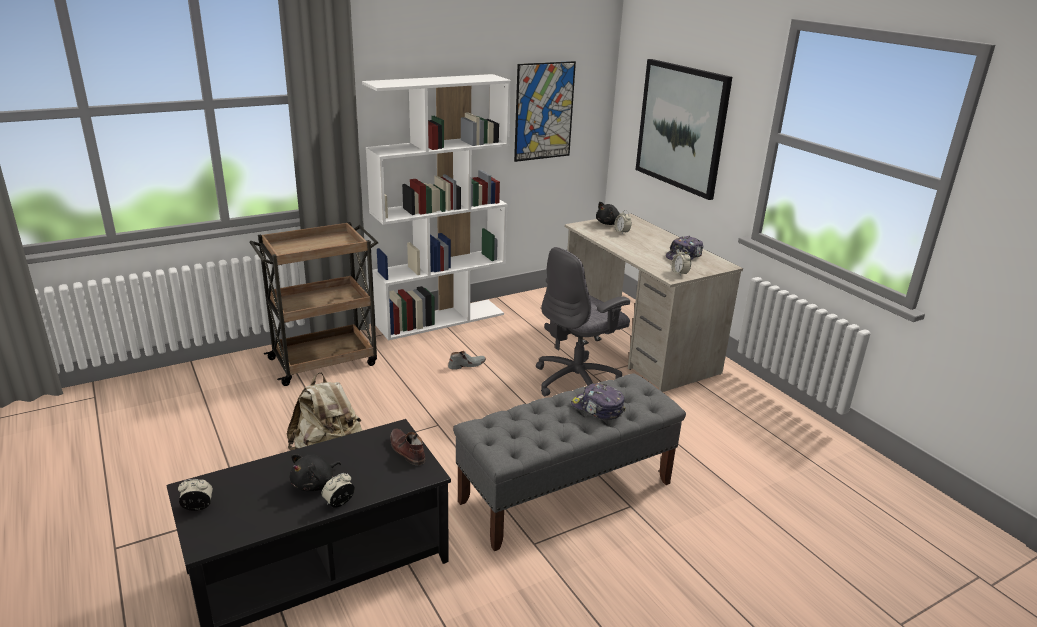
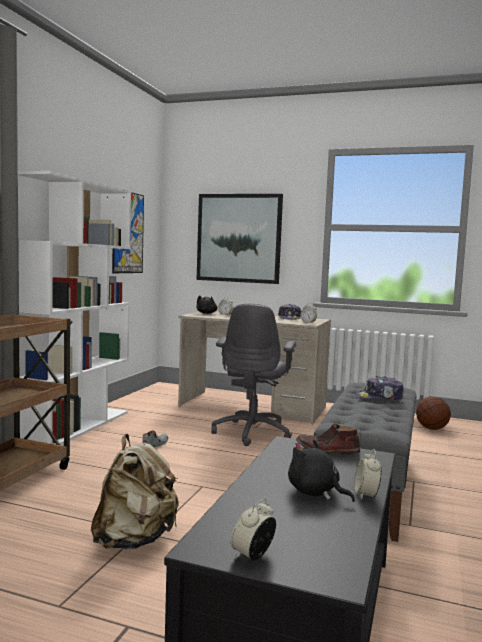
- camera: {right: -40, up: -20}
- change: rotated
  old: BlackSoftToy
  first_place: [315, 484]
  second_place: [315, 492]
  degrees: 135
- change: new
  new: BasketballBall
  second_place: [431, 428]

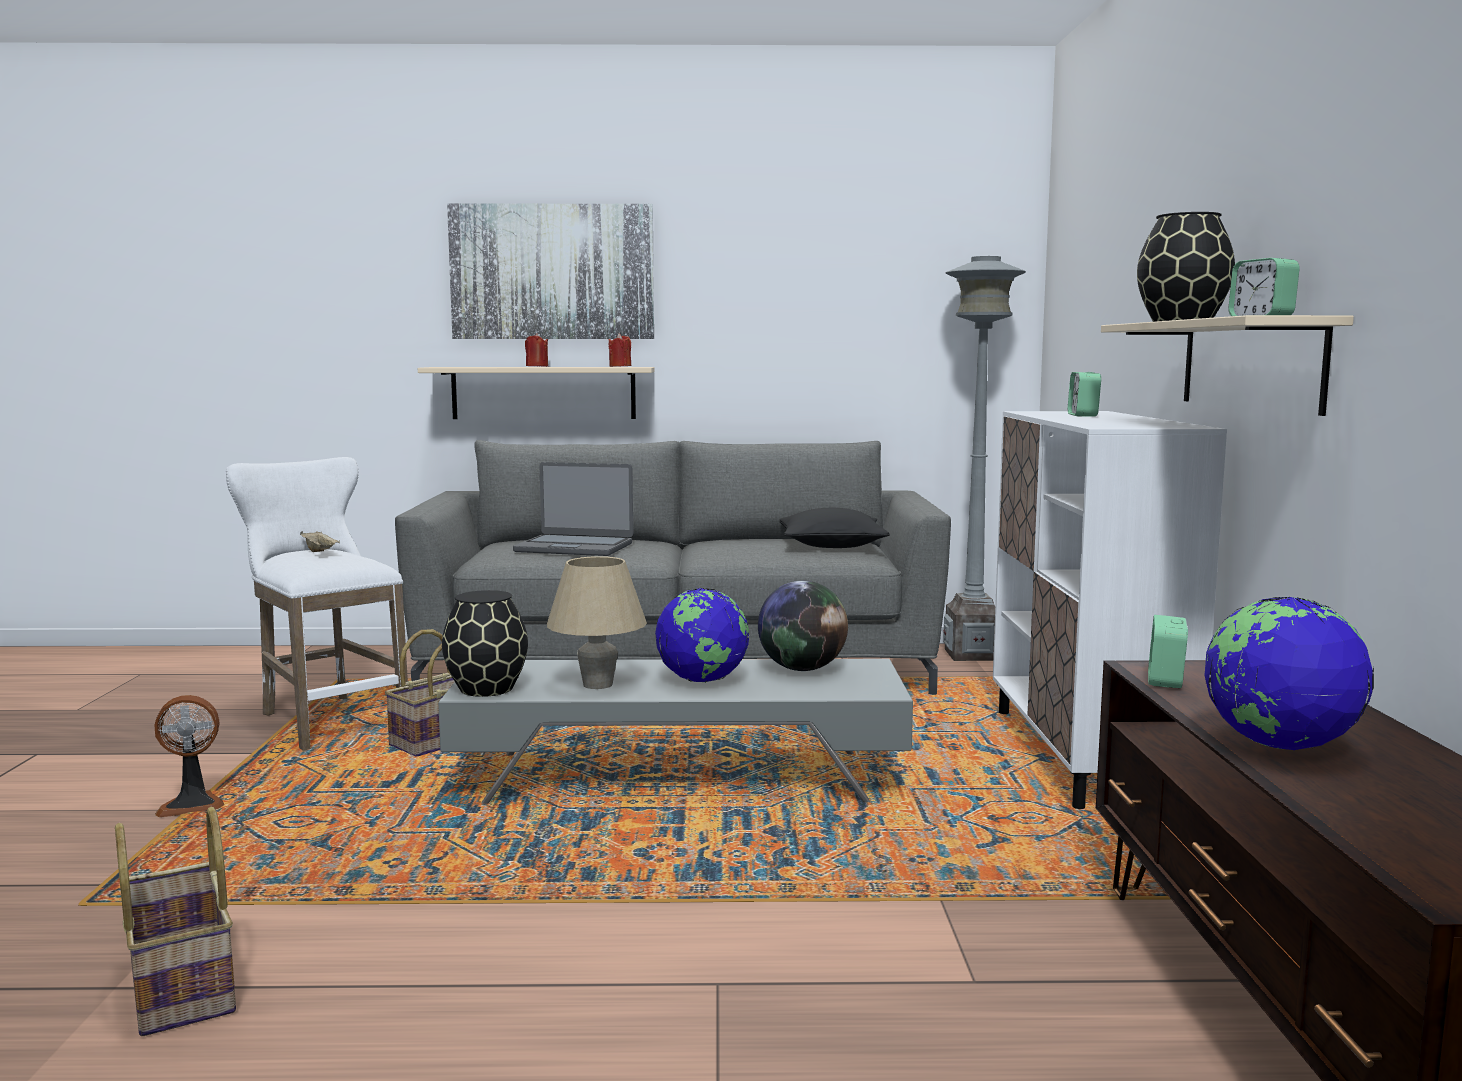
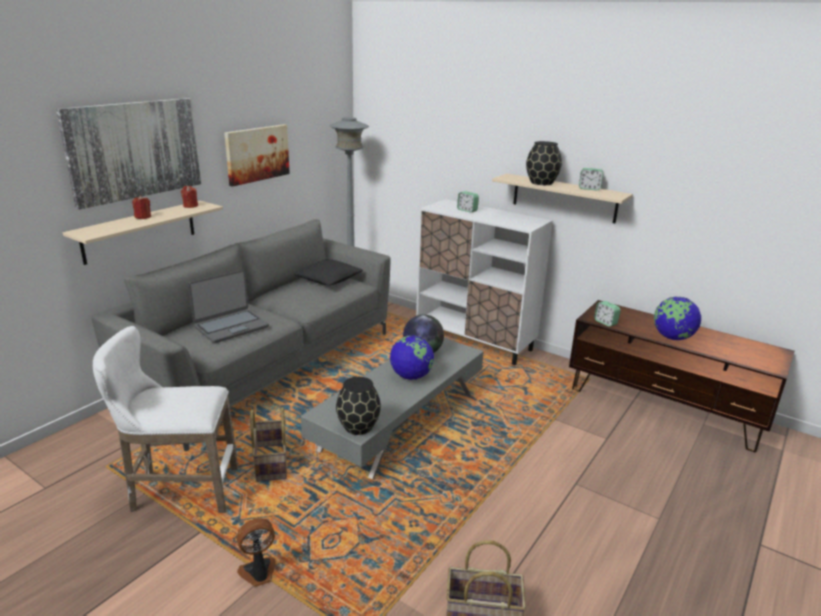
- camera: {right: -55, up: 15}
- change: rotated
  old: Fan
  first_place: [193, 804]
  second_place: [259, 573]
  degrees: -135
- change: gone
  old: SandColouredCarryingTray
  first_place: [320, 552]
- change: gone
  old: SandColouredLampForATable
  first_place: [597, 684]
- change: new
  new: WallPicture
  second_place: [257, 154]

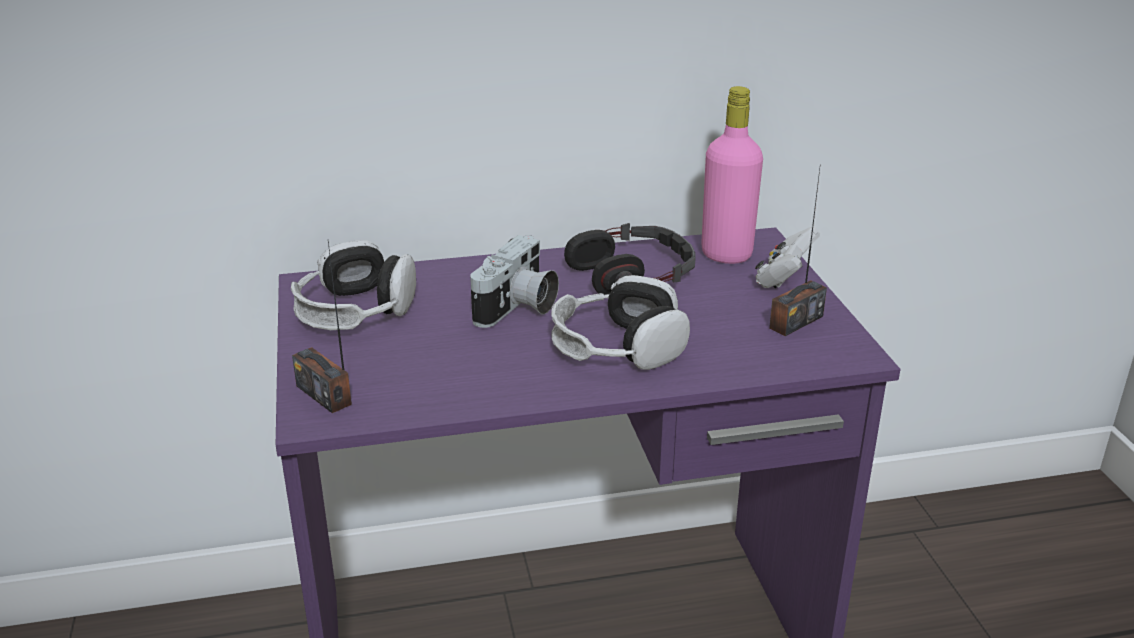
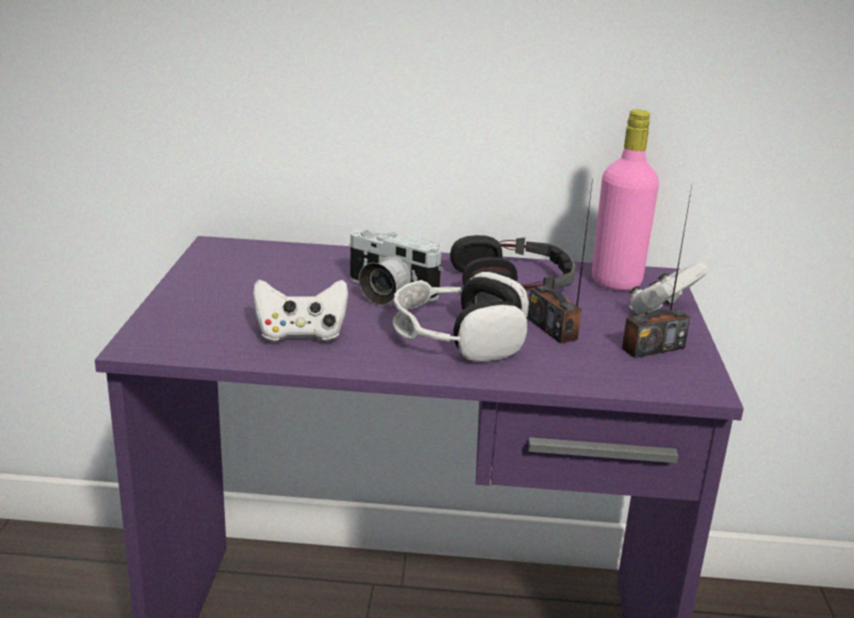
- camera: {right: 15, up: -5}
- change: gone
  old: Headphones
  first_place: [356, 311]
- change: shifted
  old: RadioReceiver
  first_place: [324, 395]
  second_place: [552, 328]
- change: rotated
  old: StillCamera
  first_place: [518, 308]
  second_place: [386, 293]
  degrees: 75
- change: new
  new: WhitishJoypad
  second_place: [301, 335]

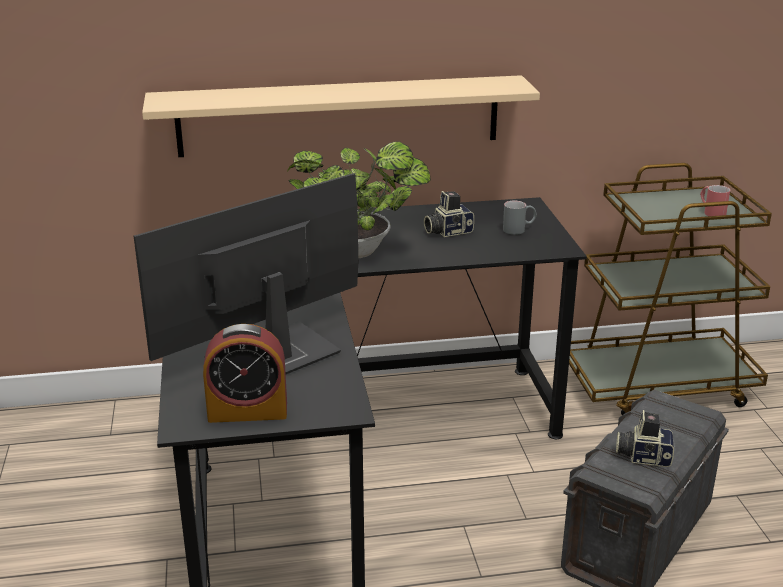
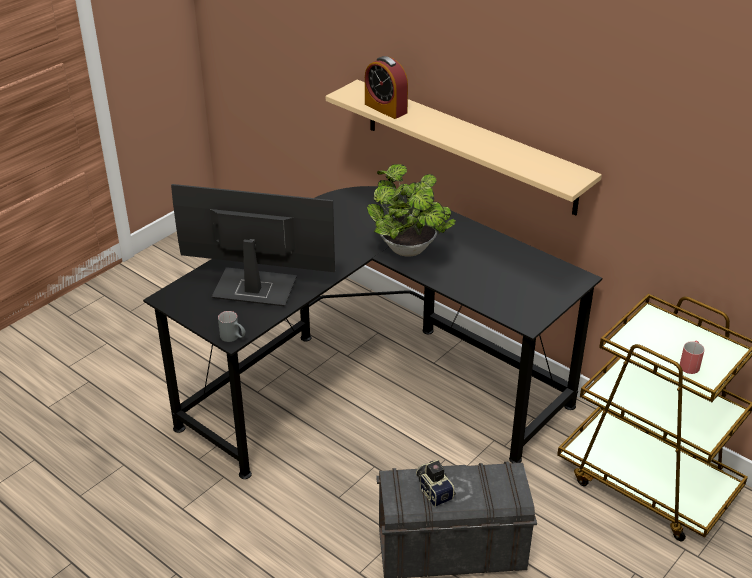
- camera: {right: 50, up: 10}
- change: shifted
  old: AlarmClock
  first_place: [248, 411]
  second_place: [386, 108]
- change: gone
  old: StillCamera
  first_place: [447, 231]
- change: shifted
  old: GreyCoffeeMug
  first_place: [519, 229]
  second_place: [233, 337]

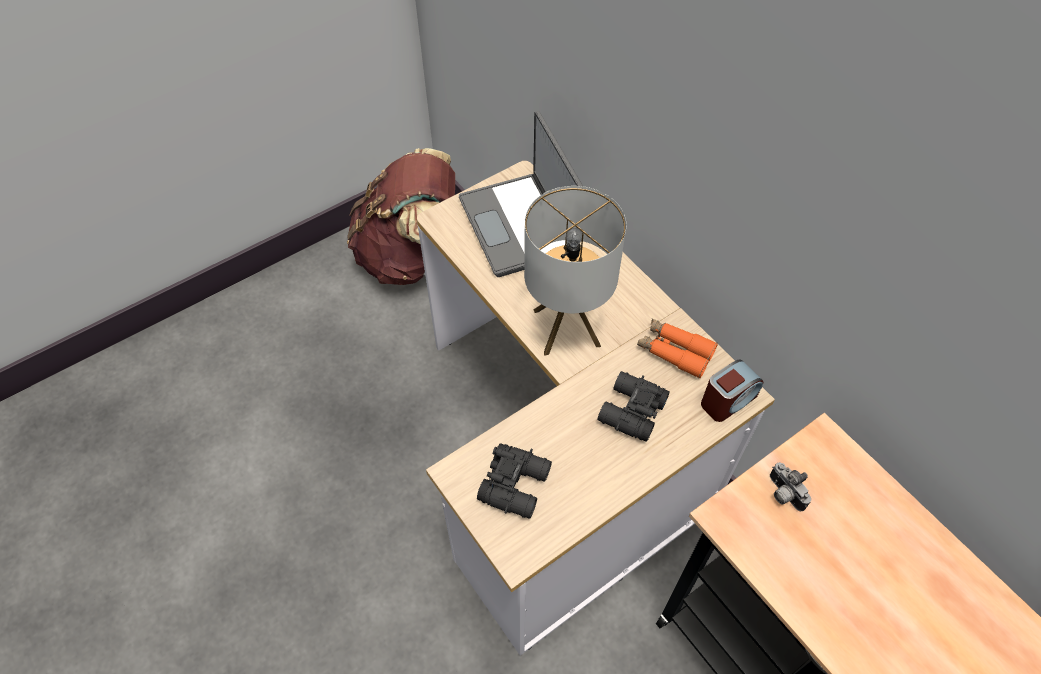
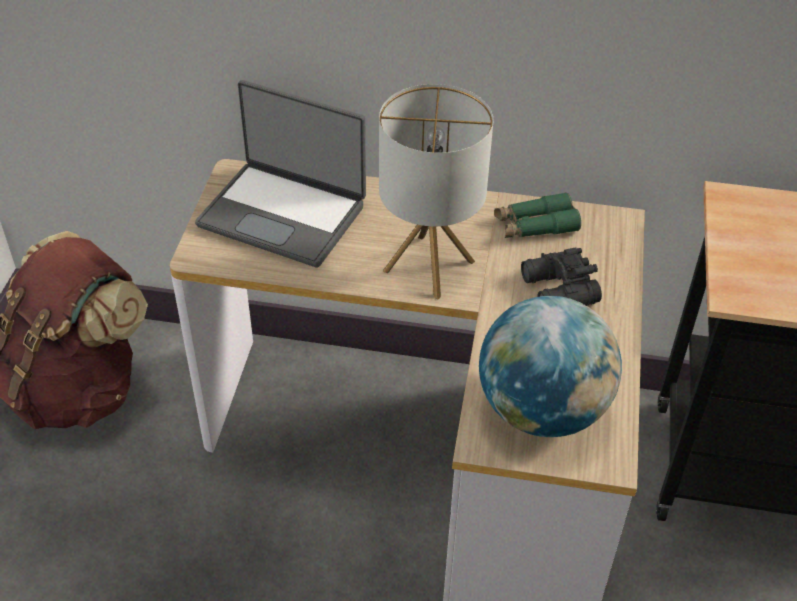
- camera: {right: -45, up: -10}
- change: swapped
  old: BlackPairOfBinoculars
  new: DeskGlobe
  first_place: [517, 484]
  second_place: [542, 410]
- change: repainted
  old: OrangeyPairOfBinoculars
  new: GreenPairOfBinoculars
  first_place: [674, 351]
  second_place: [535, 225]
- change: gone
  old: AlarmClock
  first_place: [727, 400]
- change: gone
  old: StillCamera
  first_place: [783, 494]

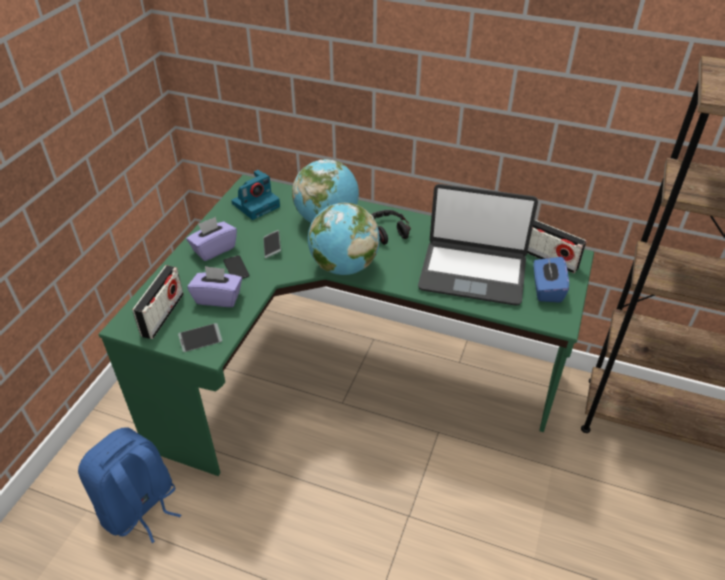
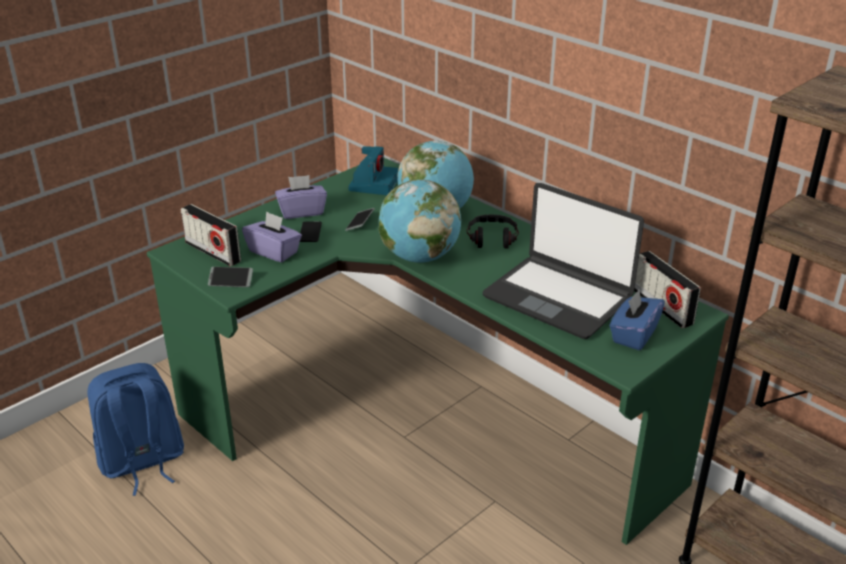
- camera: {right: 25, up: -10}
- change: rotated
  old: RadioReceiver
  first_place: [163, 315]
  second_place: [213, 252]
  degrees: 90
- change: rotated
  old: StillCamera
  first_place: [256, 204]
  second_place: [373, 184]
  degrees: -60

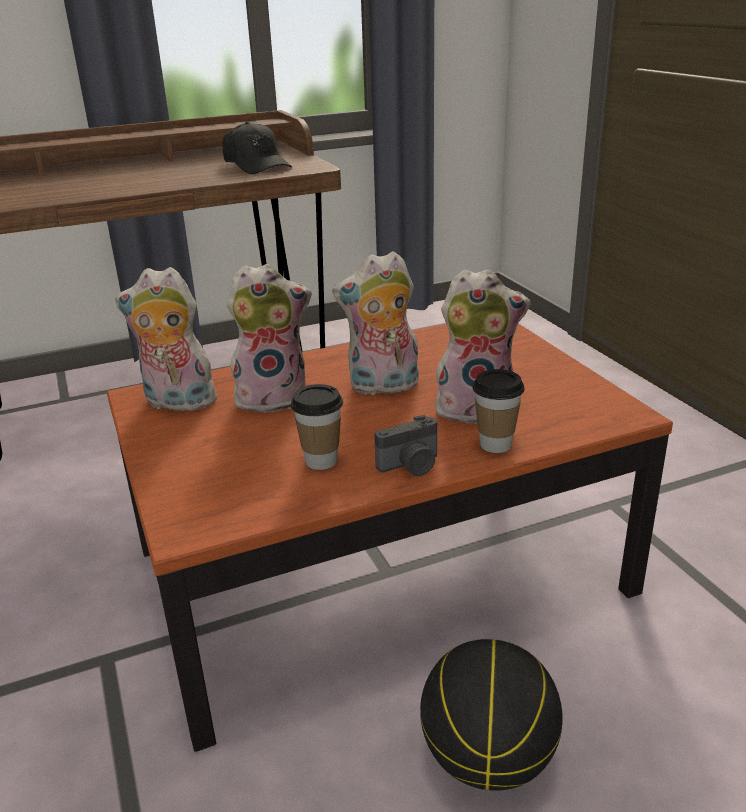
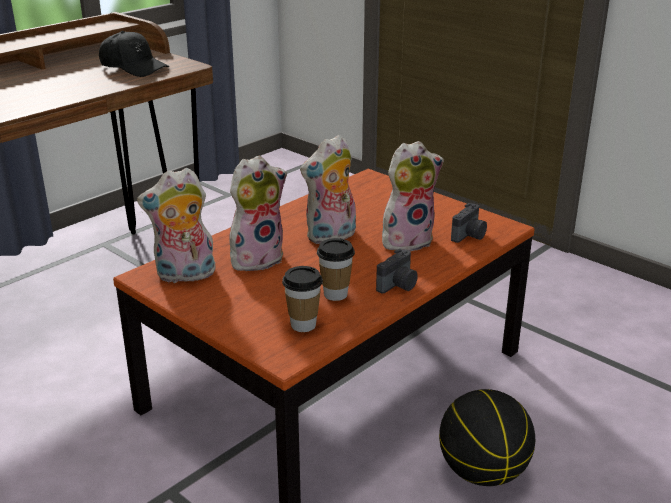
- camera: {right: -25, up: 0}
- change: shifted
  old: SmallCup
  first_place: [495, 444]
  second_place: [303, 325]
- change: new
  new: StillCamera
  second_place: [469, 236]

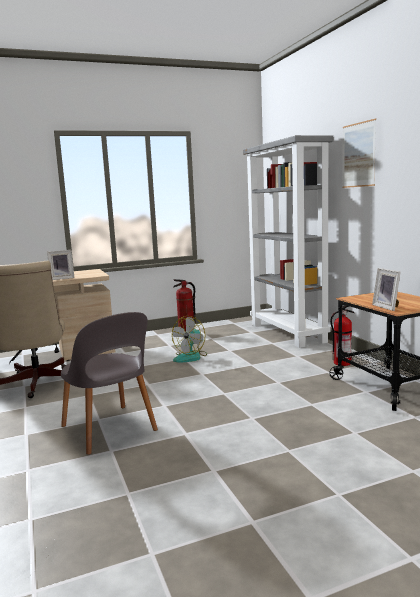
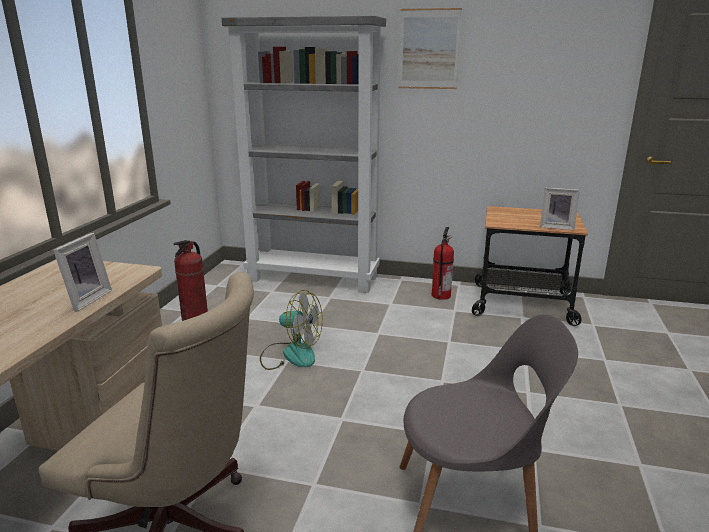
- camera: {right: -55, up: 10}
- change: rotated
  old: Fan
  first_place: [191, 357]
  second_place: [291, 354]
  degrees: -45

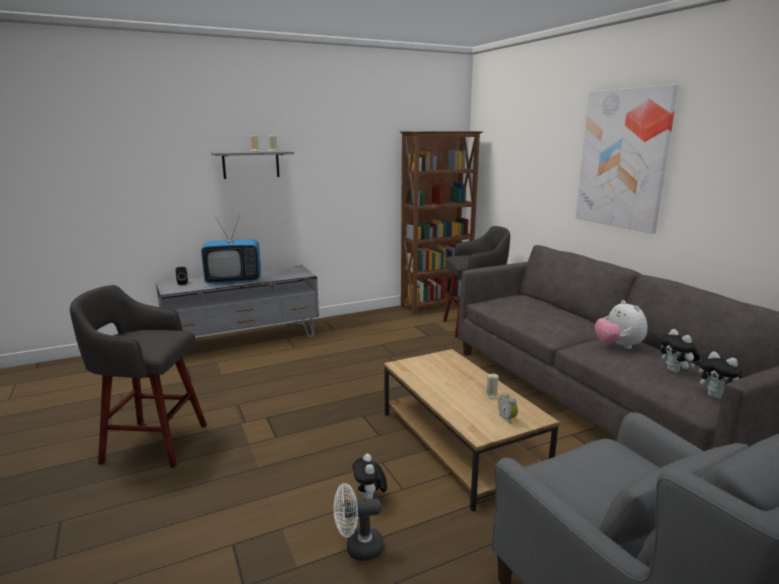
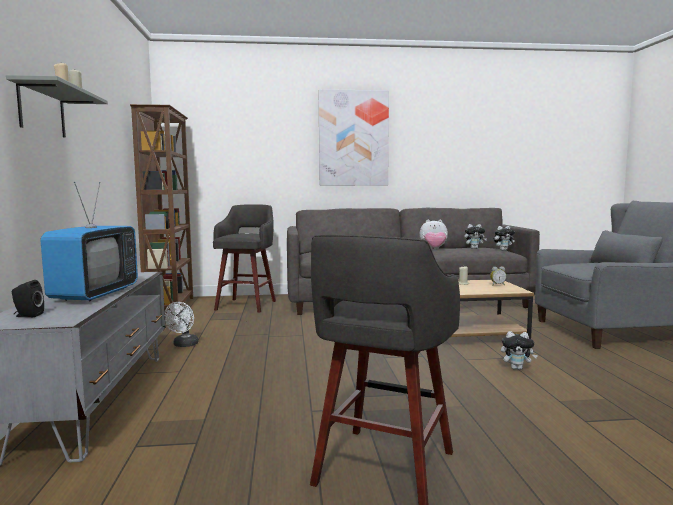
- camera: {right: -70, up: -10}
- change: shifted
  old: WhitishFan
  first_place: [358, 548]
  second_place: [184, 345]

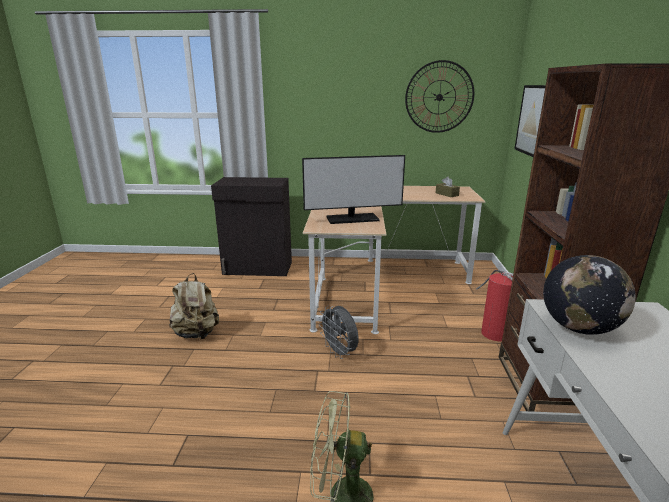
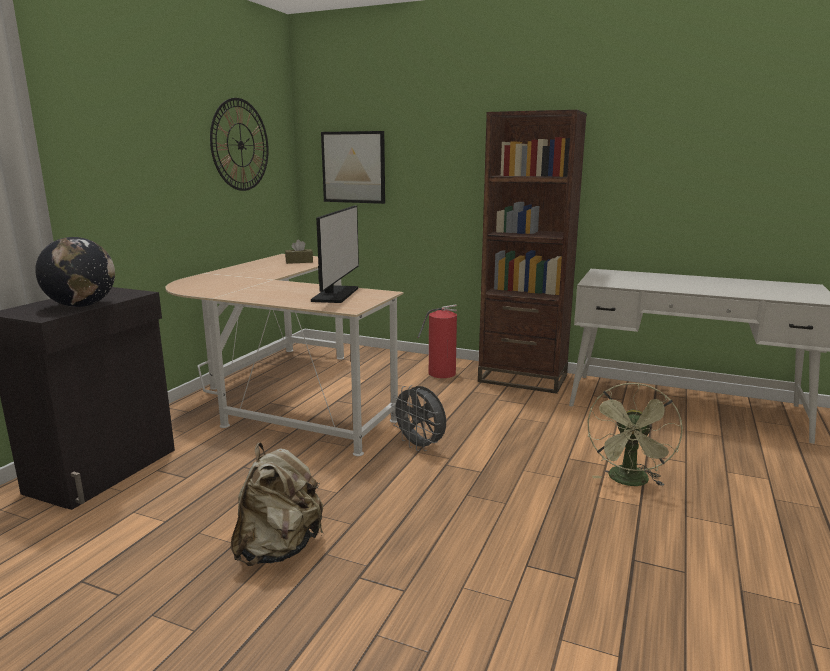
- camera: {right: -70, up: -5}
- change: rotated
  old: GreyFan
  first_place: [340, 353]
  second_place: [420, 446]
  degrees: 60
- change: shifted
  old: DeskGlobe
  first_place: [579, 328]
  second_place: [82, 305]

